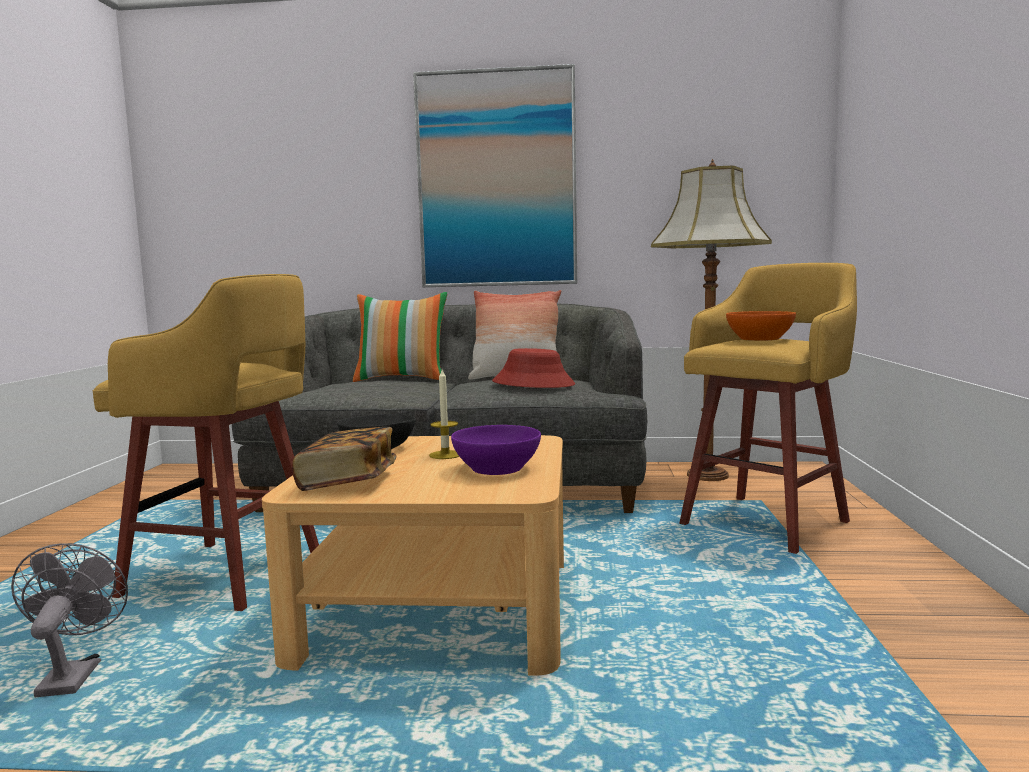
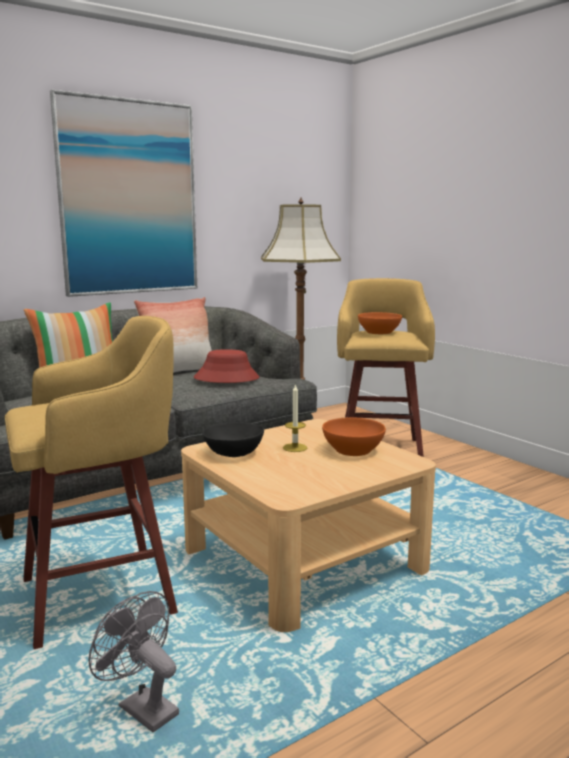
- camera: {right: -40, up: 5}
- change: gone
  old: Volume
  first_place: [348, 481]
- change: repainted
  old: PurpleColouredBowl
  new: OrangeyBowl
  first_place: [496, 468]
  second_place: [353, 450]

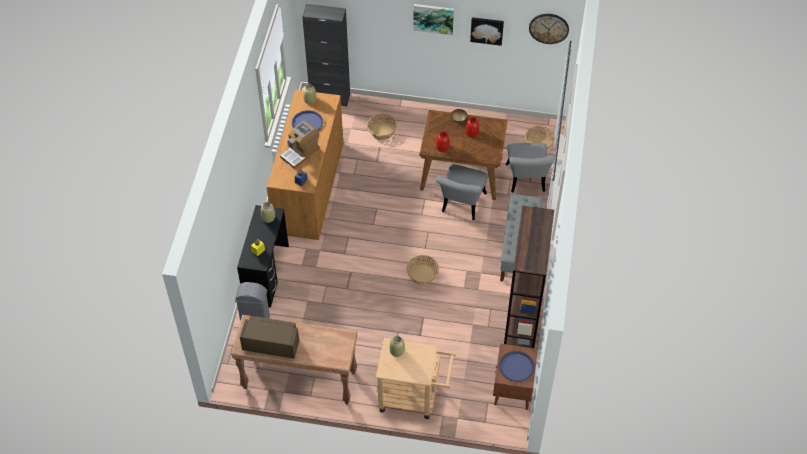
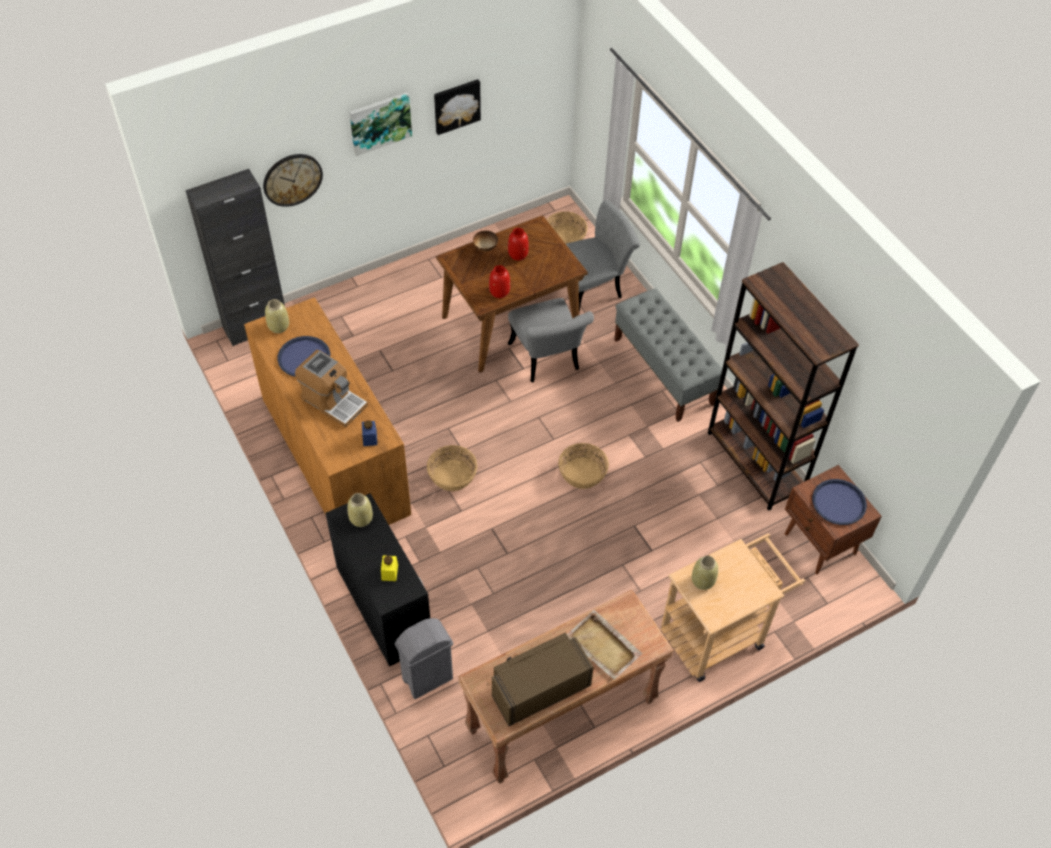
- camera: {right: -40, up: 0}
- change: rotated
  old: CoffeeMachine
  first_place: [301, 153]
  second_place: [333, 401]
  degrees: -60
- change: shifted
  old: StorageBasket
  first_place: [382, 131]
  second_place: [452, 475]
- change: rotated
  old: GreyChair
  first_place: [526, 181]
  second_place: [593, 288]
  degrees: -75
- change: shifted
  old: HangingClock
  first_place: [549, 28]
  second_place: [292, 179]
- change: new
  new: SandColouredCarryingTray
  second_place: [603, 646]

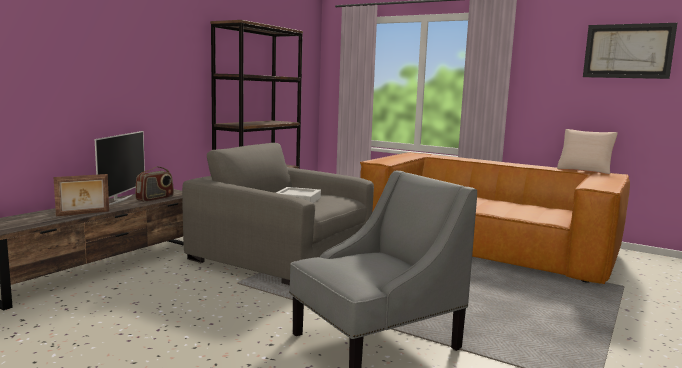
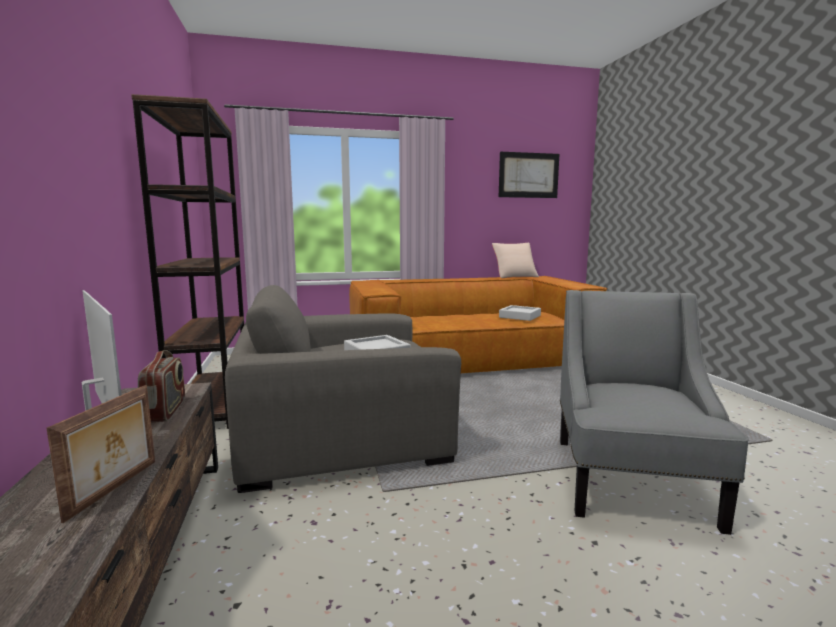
- camera: {right: -45, up: 0}
- change: new
  new: GreyCarryingTray
  second_place: [520, 316]

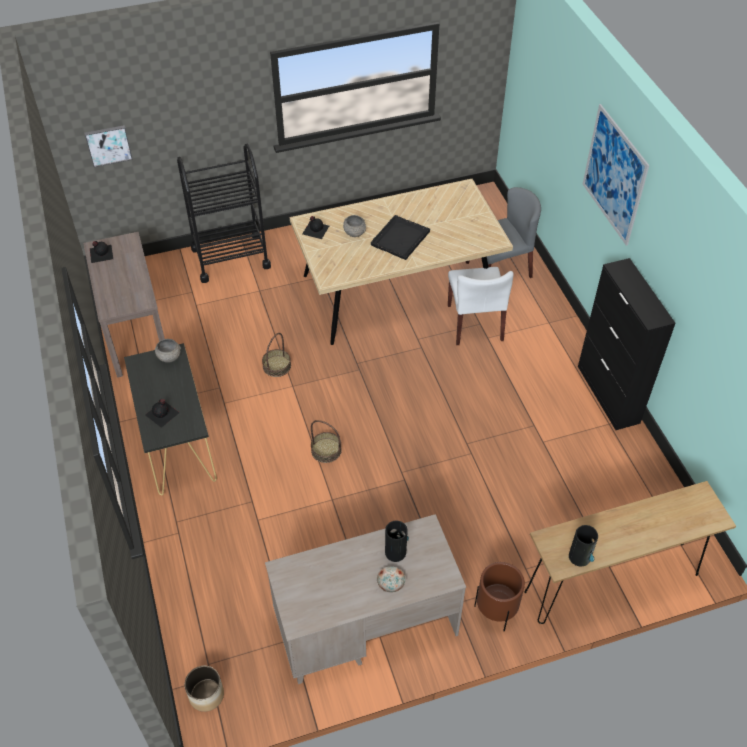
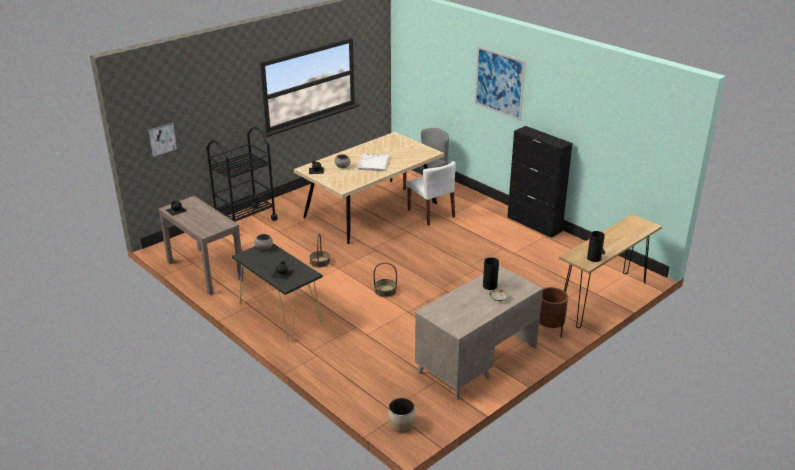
- camera: {right: -25, up: -20}
- change: repainted
  old: BlackCarryingTray
  new: WhitishCarryingTray
  first_place: [400, 238]
  second_place: [373, 163]

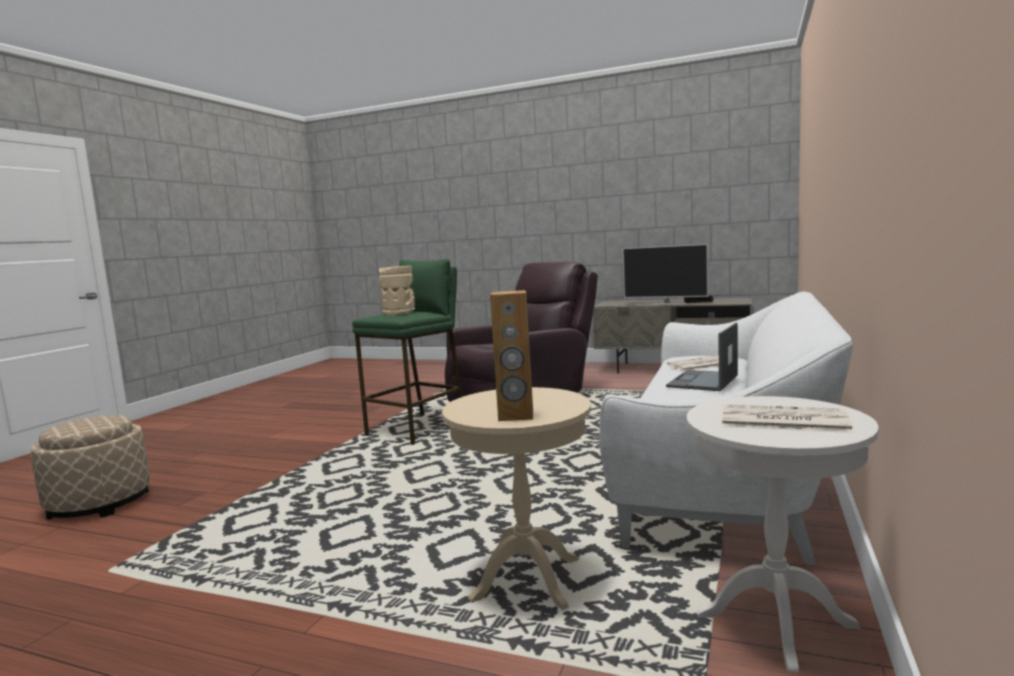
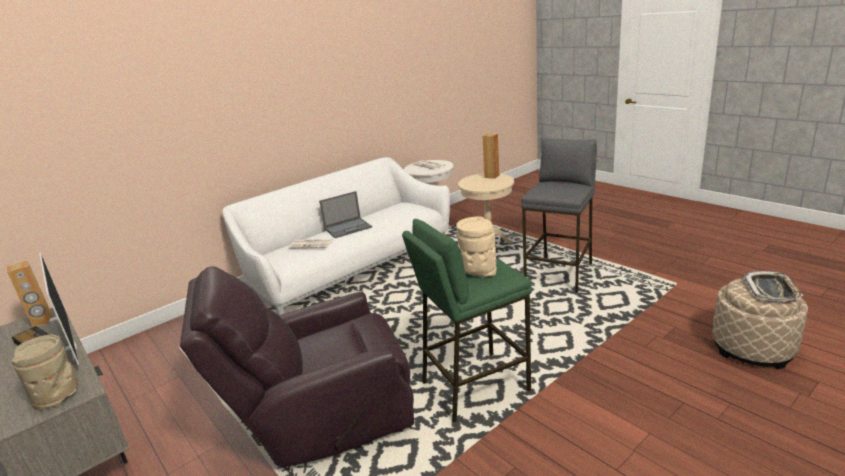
- camera: {right: -150, up: 15}
- change: new
  new: BrownAudioSpeaker
  second_place: [43, 321]
- change: new
  new: SandColouredVase
  second_place: [58, 396]
- change: new
  new: GreyStoolSeat
  second_place: [560, 273]
- change: new
  new: CarryingTray
  second_place: [771, 290]

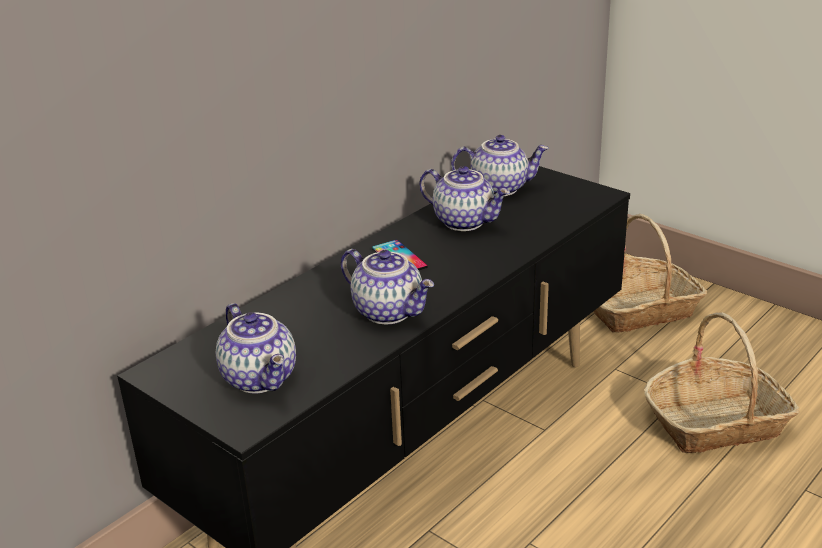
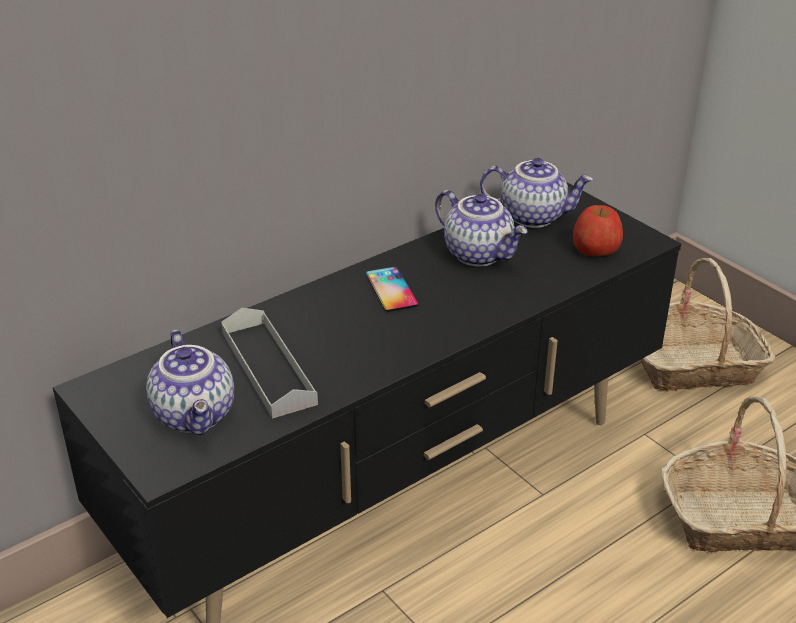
- camera: {right: 10, up: 5}
- change: gone
  old: TeaPot
  first_place: [390, 311]
- change: new
  new: GreyCarryingTray
  second_place: [268, 367]
- change: new
  new: WholeApple
  second_place: [595, 250]

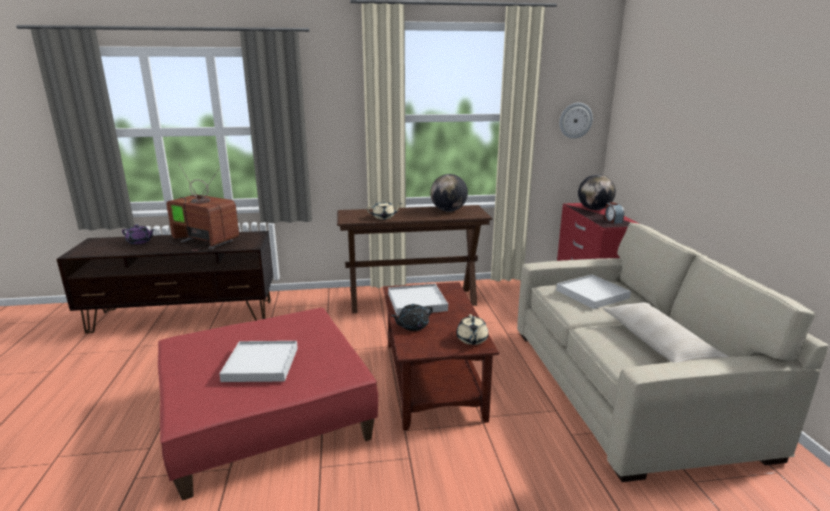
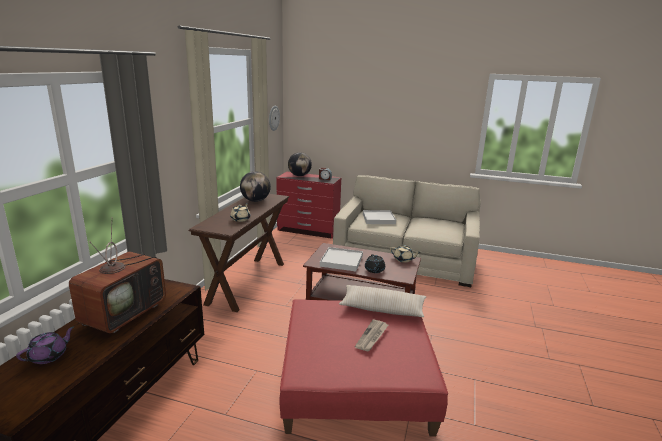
- camera: {right: -65, up: 0}
- change: rotated
  old: TvSet
  first_place: [203, 242]
  second_place: [124, 312]
  degrees: 150
- change: swapped
  old: WhitishCarryingTray
  new: Newspaper
  first_place: [261, 364]
  second_place: [372, 337]
- change: shifted
  old: SandColouredThrowPillow
  first_place: [657, 343]
  second_place: [382, 308]

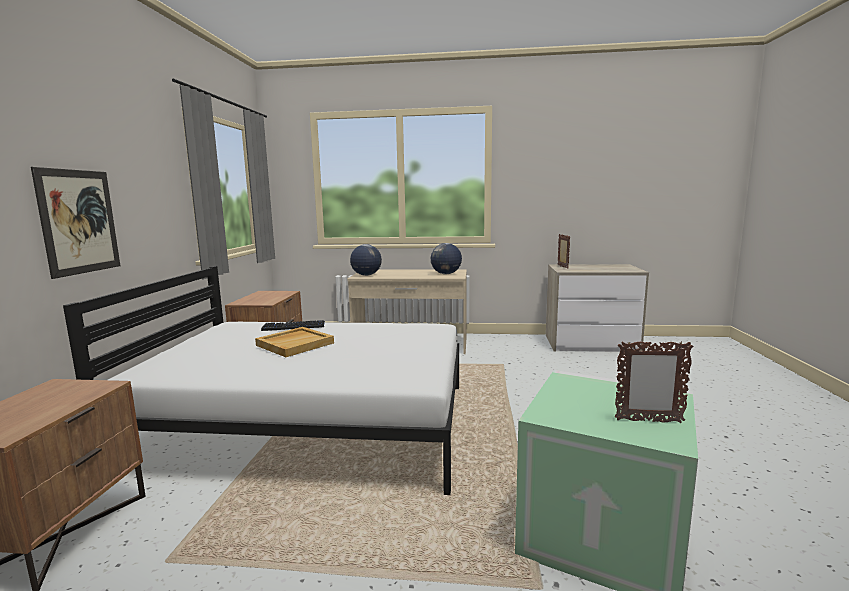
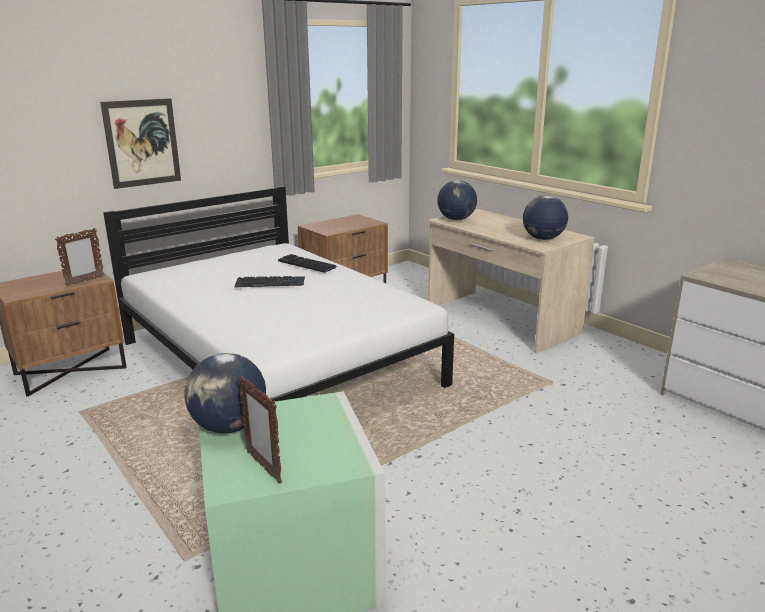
- camera: {right: 45, up: 10}
- change: swapped
  old: SandColouredCarryingTray
  new: PcKeyboard
  first_place: [295, 344]
  second_place: [270, 283]
- change: shifted
  old: StandingFrame
  first_place: [562, 267]
  second_place: [85, 281]
- change: new
  new: DeskGlobe
  second_place: [229, 427]

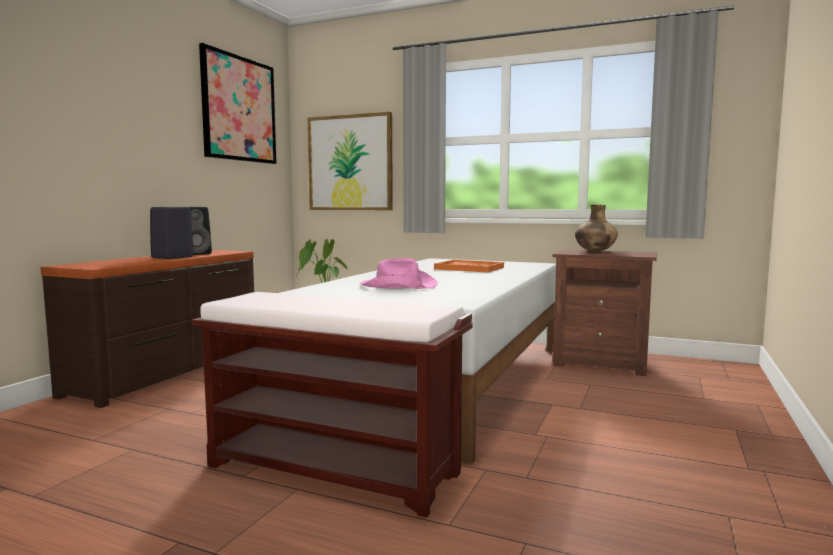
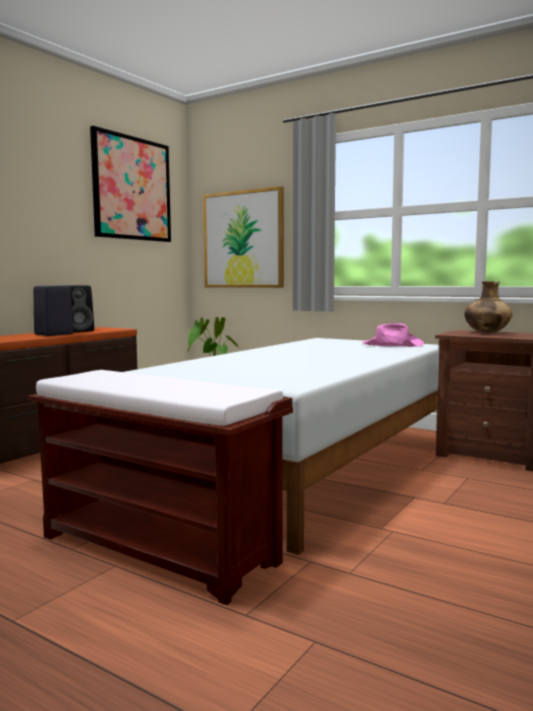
- camera: {right: 10, up: 0}
- change: shifted
  old: PinkColouredClothingHat
  first_place: [398, 286]
  second_place: [391, 345]
- change: gone
  old: OrangeyCarryingTray
  first_place: [469, 268]

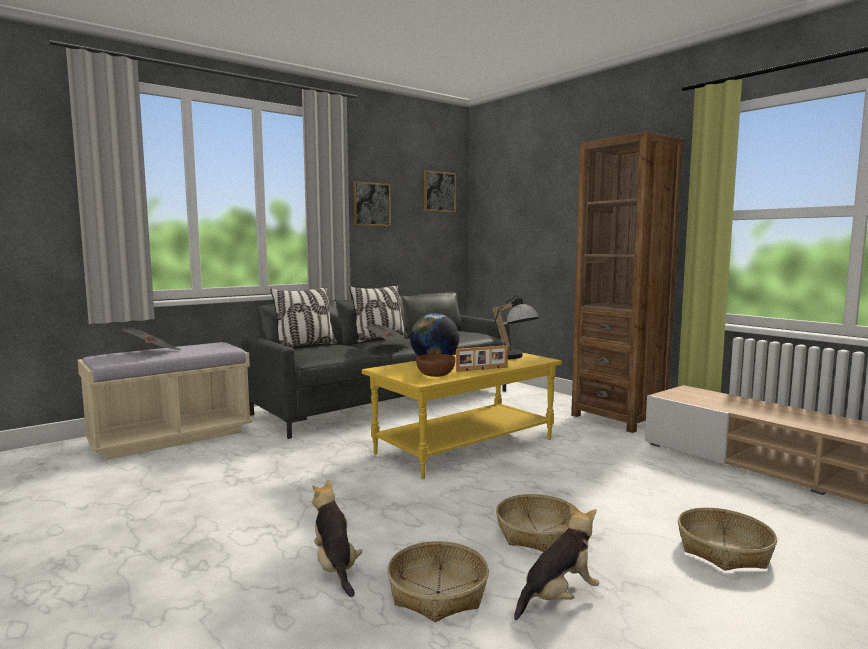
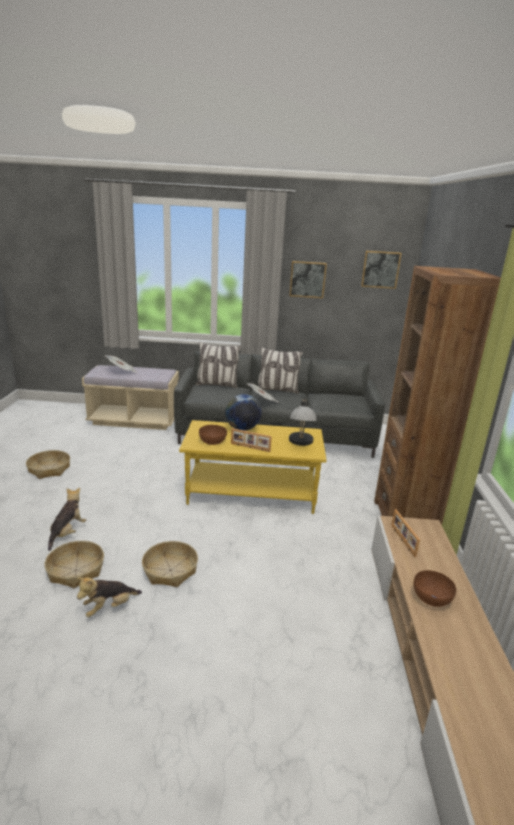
- camera: {right: 40, up: 15}
- change: rotated
  old: SoftToy
  first_place: [558, 597]
  second_place: [109, 607]
  degrees: 135
- change: shifted
  old: StorageBasket
  first_place: [724, 550]
  second_place: [49, 469]
- change: new
  new: StandingFrame
  second_place: [402, 540]
- change: new
  new: BrownBowl
  second_place: [431, 597]

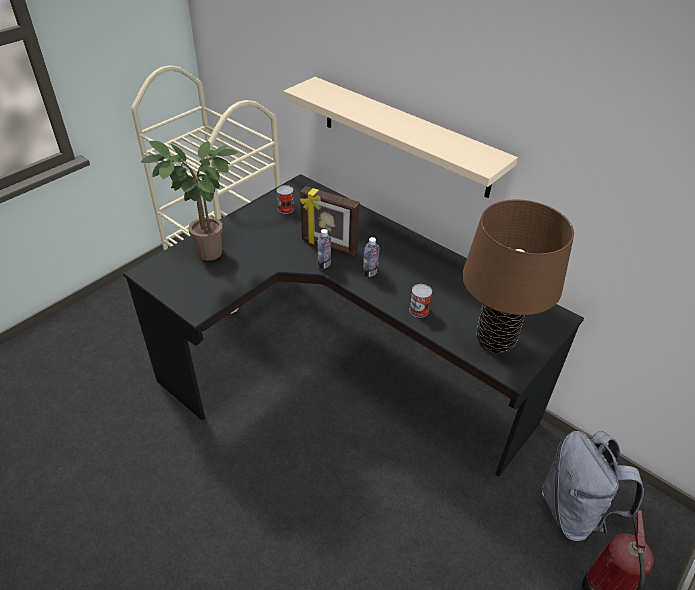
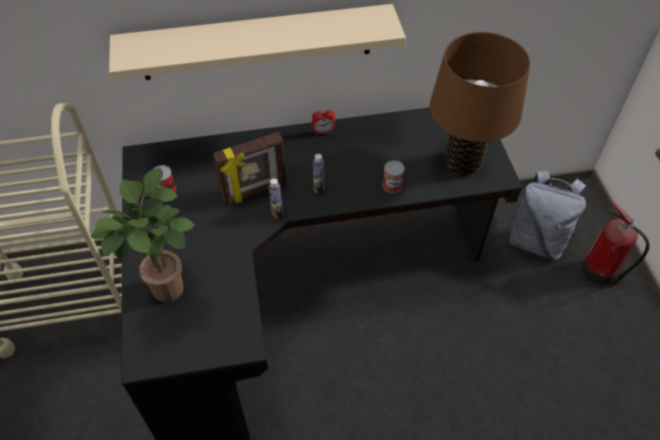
- camera: {right: -50, up: 10}
- change: new
  new: AlarmClock
  second_place: [323, 132]

